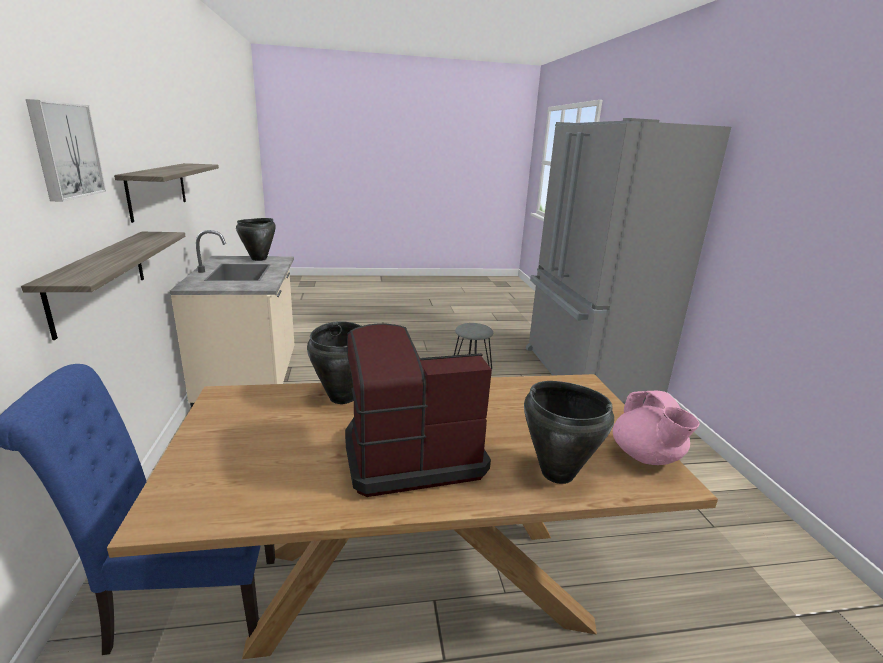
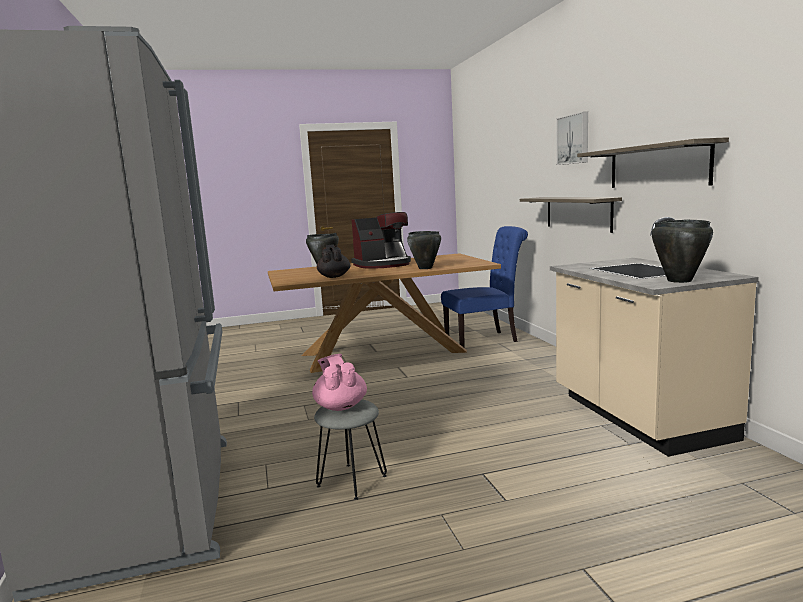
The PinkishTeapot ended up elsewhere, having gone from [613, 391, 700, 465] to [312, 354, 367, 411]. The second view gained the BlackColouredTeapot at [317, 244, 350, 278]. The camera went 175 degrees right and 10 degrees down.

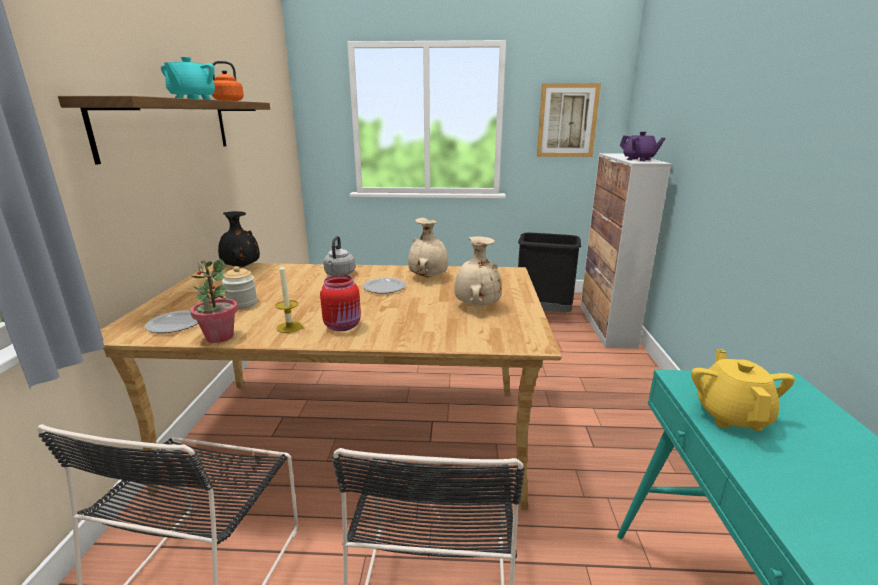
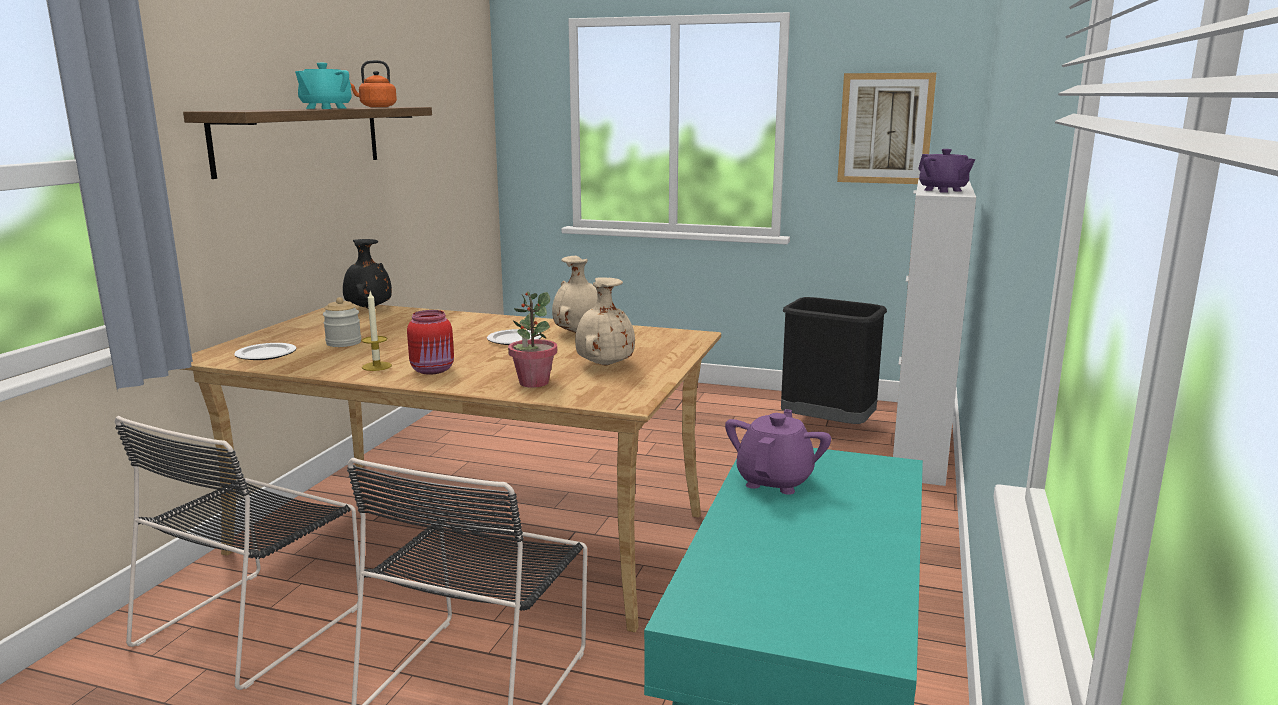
The Houseplant ended up elsewhere, having gone from [190, 259, 238, 343] to [508, 292, 557, 388]. The second view lost the GrayWaterKettle at [323, 236, 355, 276]. What was the YellowTeapot at [691, 349, 795, 431] turned into the PurplishTeapot at [725, 409, 831, 495]. The camera went 15 degrees right and 5 degrees down.

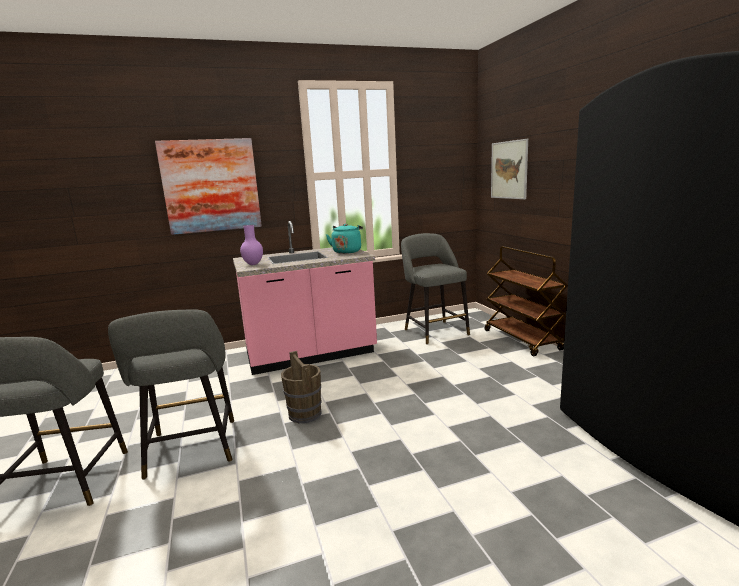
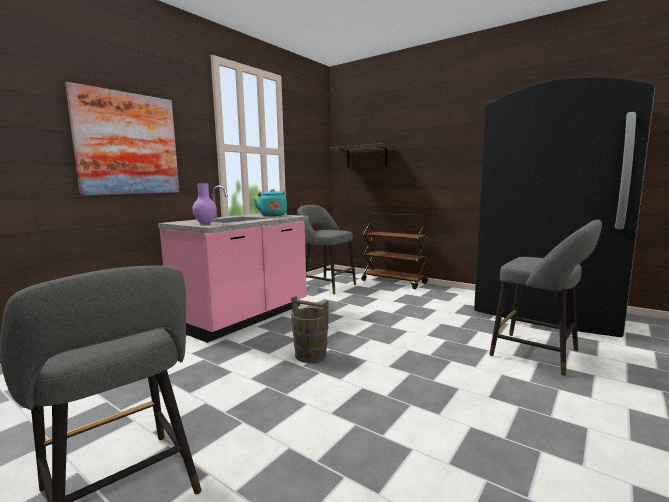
The GrayStool ended up elsewhere, having gone from [108, 309, 234, 480] to [489, 219, 602, 376]. Where the WallPicture hung at [491, 139, 528, 199], the BracketShelf came to hang at [329, 143, 394, 168]. The camera went 35 degrees left and 5 degrees down.

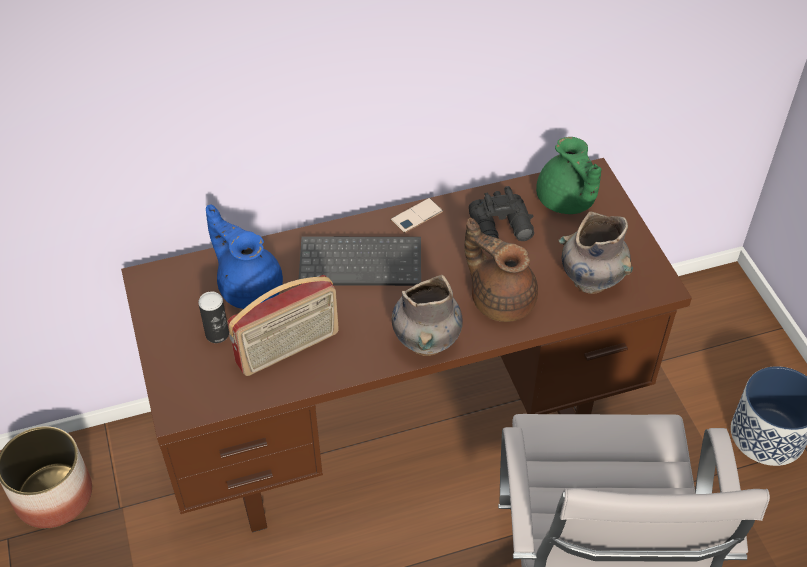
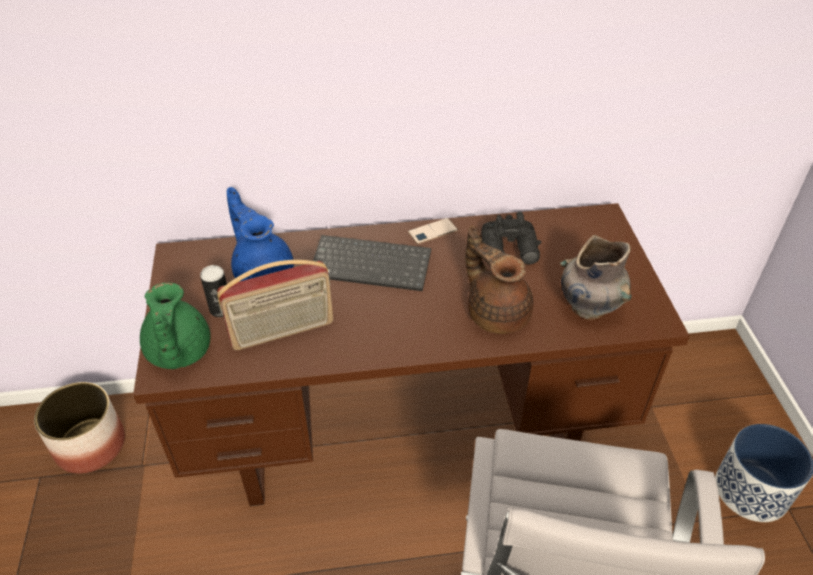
The second view lost the GrayDecorativeVase at [392, 275, 463, 356]. The GreenColouredTeapot ended up elsewhere, having gone from [536, 137, 602, 214] to [140, 283, 210, 369]. The camera went 10 degrees right and 5 degrees down.

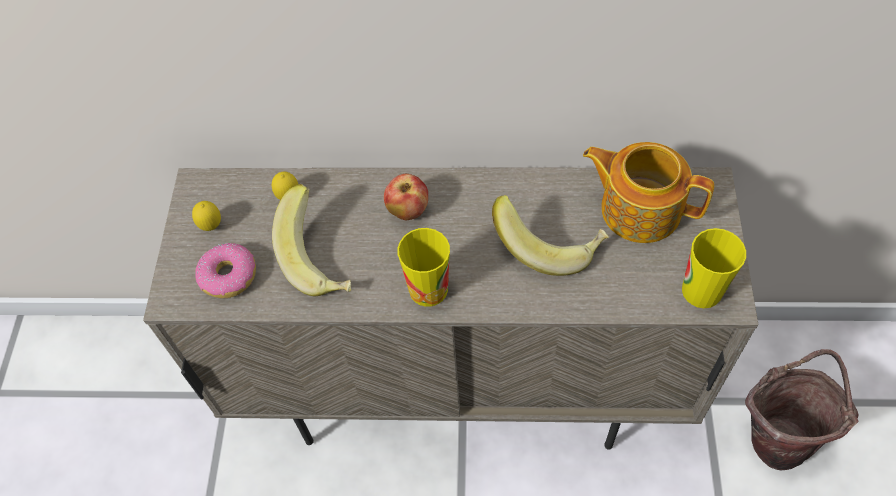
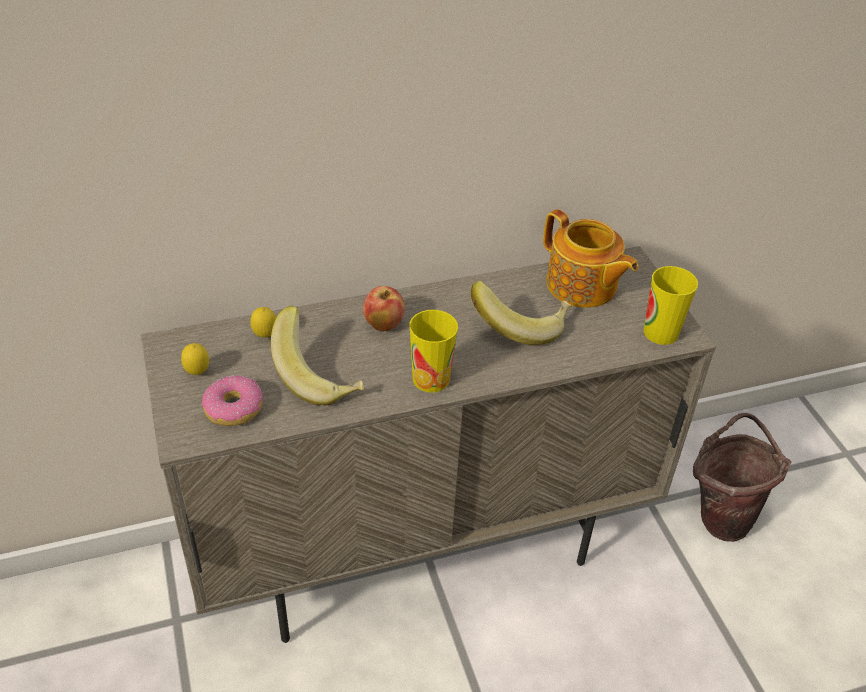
The Teapot at [583, 142, 714, 243] ended up facing another way, 135 degrees counterclockwise from before. The camera went 25 degrees left and 15 degrees down.

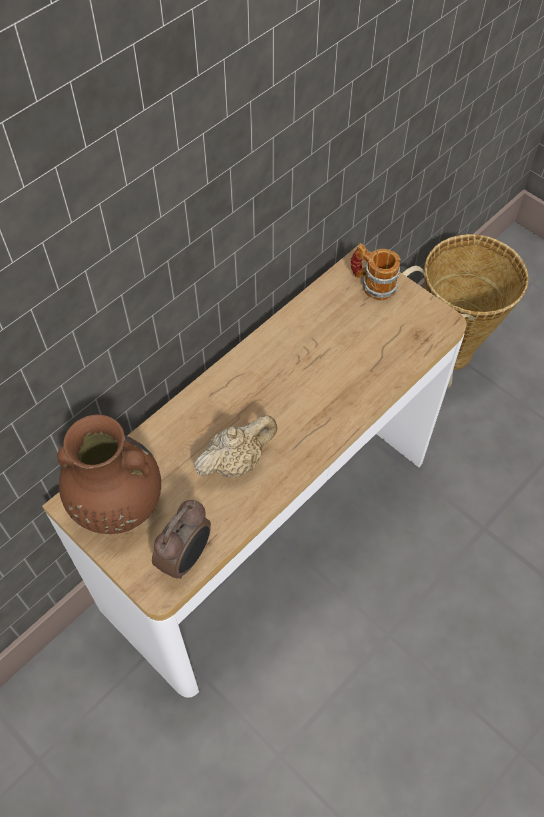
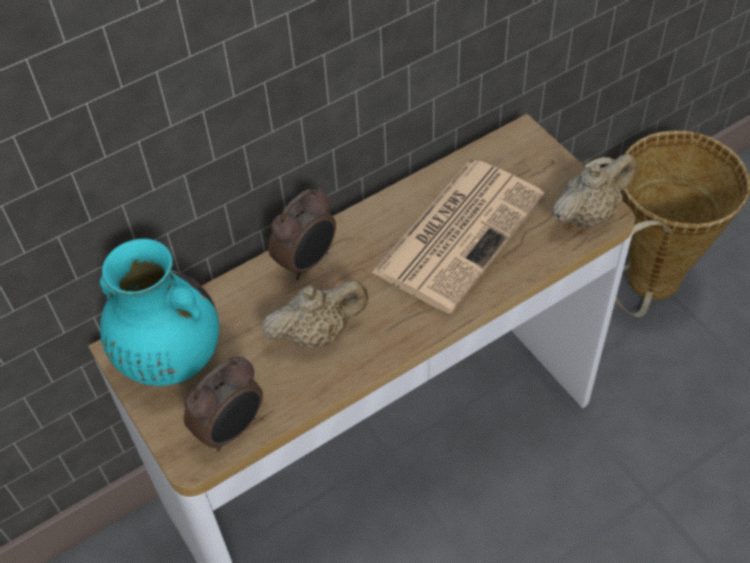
What was the BrownDecorativeVase at [57, 414, 161, 534] turned into the BlueGreenDecorativeVase at [99, 239, 219, 386]. The second view lost the Mug at [350, 243, 400, 300]. The second view gained the BedsideClock at [268, 188, 336, 280]. The second view gained the Newspaper at [372, 160, 545, 313]. The second view gained the SandColouredTeapot at [552, 153, 637, 227]. The camera went 15 degrees right and 5 degrees down.

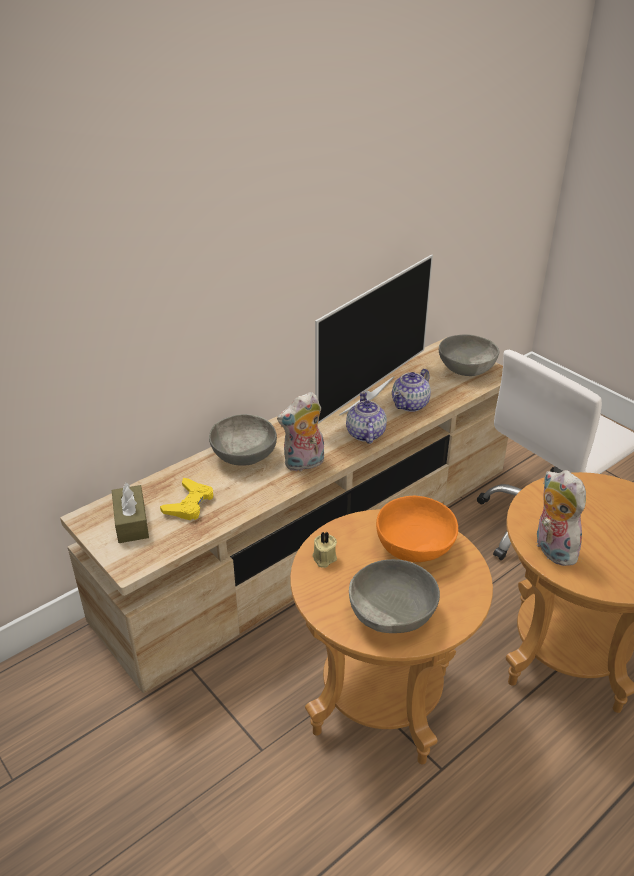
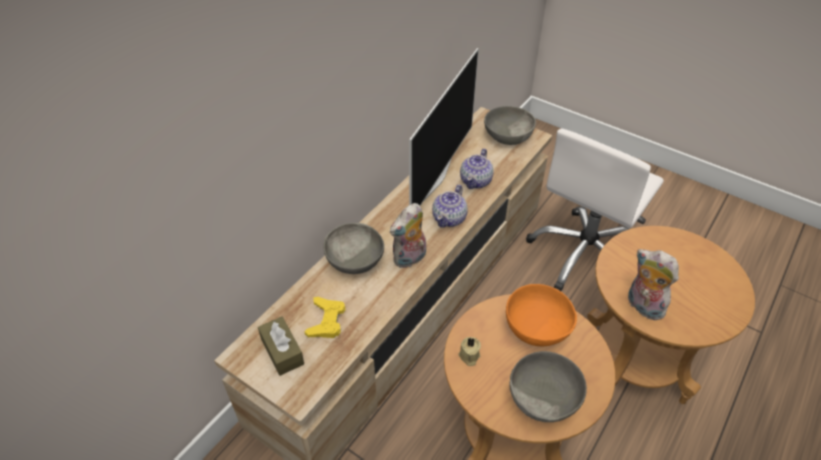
The Teapot at [346, 391, 387, 444] ended up facing another way, 135 degrees counterclockwise from before. The camera went 15 degrees left and 10 degrees up.

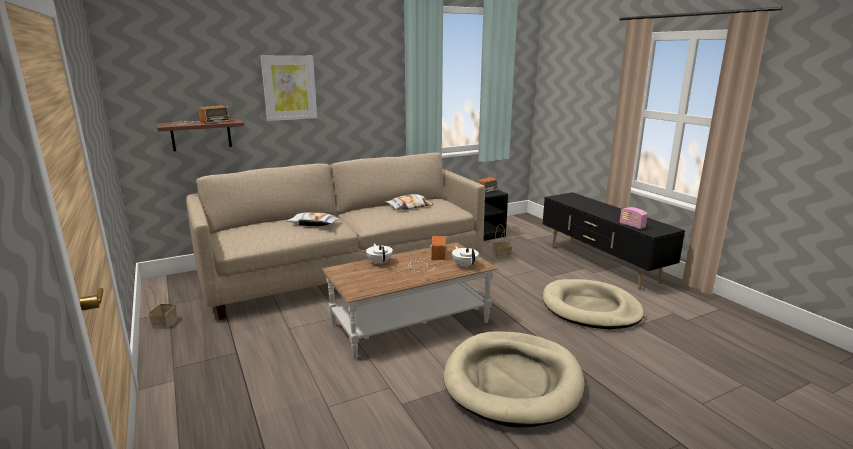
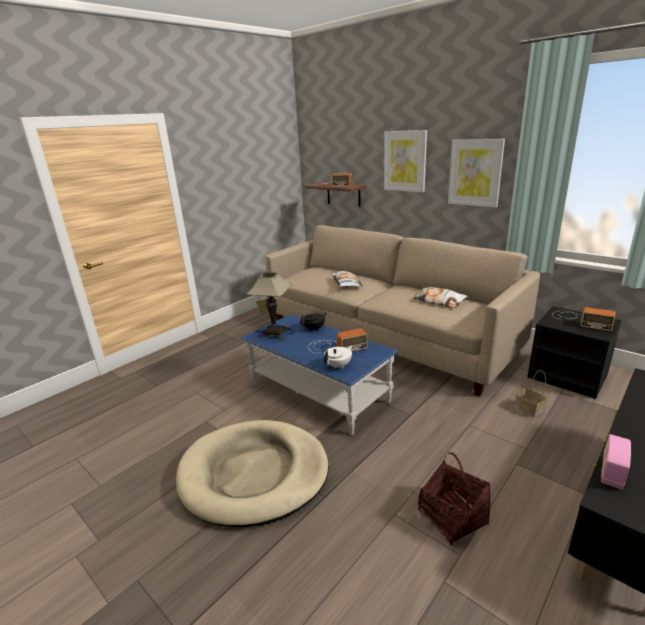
What was the BrownLowTable at [322, 243, 498, 360] turned into the BluishLowTable at [241, 314, 399, 436]. What was the WhitishTeapot at [366, 243, 393, 265] turned into the BlackColouredTeapot at [300, 313, 327, 331]. Where the SandColouredPetBed stood at [543, 279, 644, 329], the HouseholdBasket came to stand at [418, 452, 491, 546]. The second view gained the TabletopLamp at [247, 272, 292, 340]. The second view gained the WallPicture at [448, 139, 505, 207]. The camera went 70 degrees right and 5 degrees up.

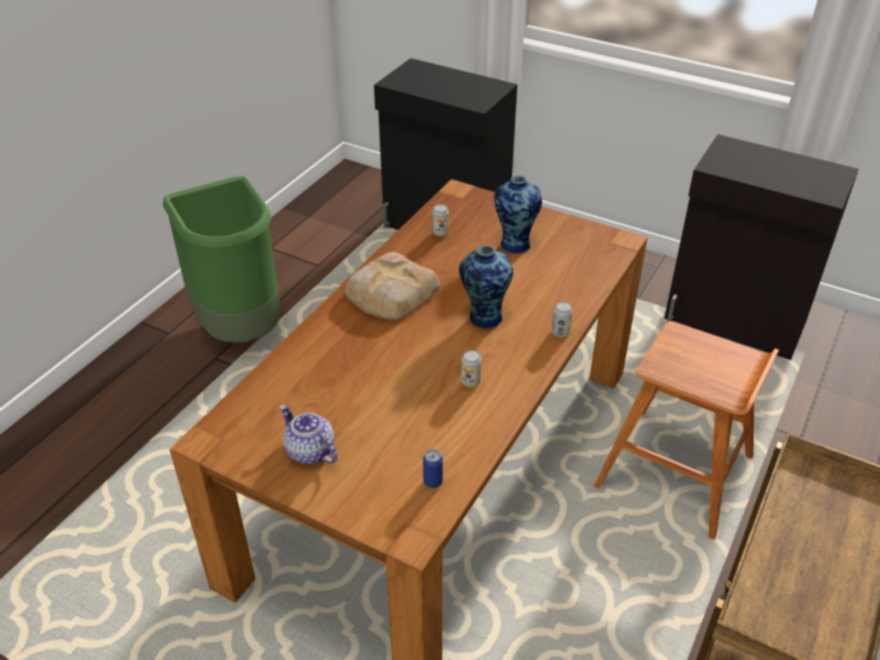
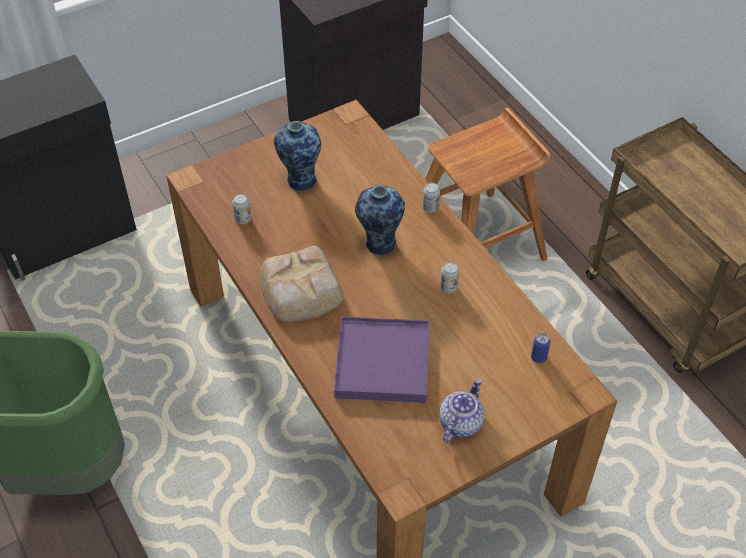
The Teapot at [280, 405, 338, 464] ended up facing another way, 135 degrees clockwise from before. The second view gained the PurplishServingTray at [334, 317, 429, 403]. The camera went 60 degrees left and 10 degrees up.

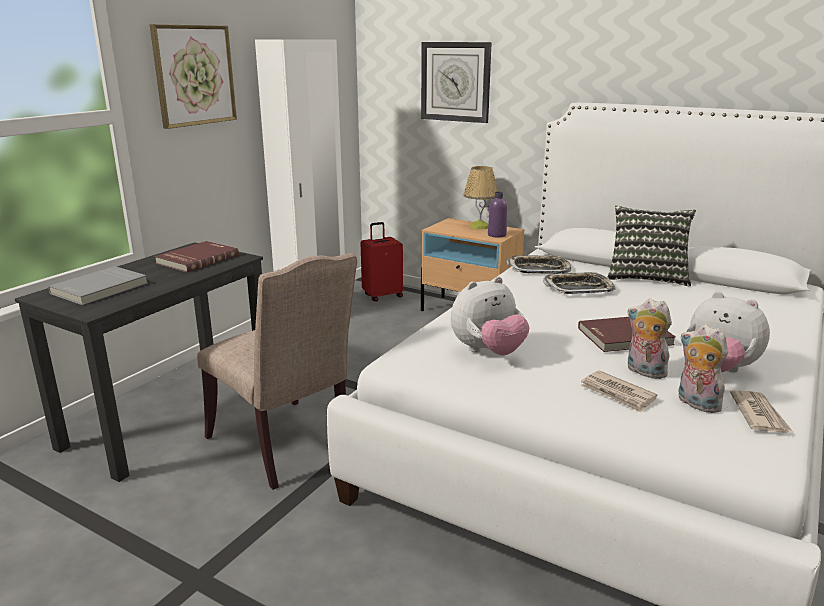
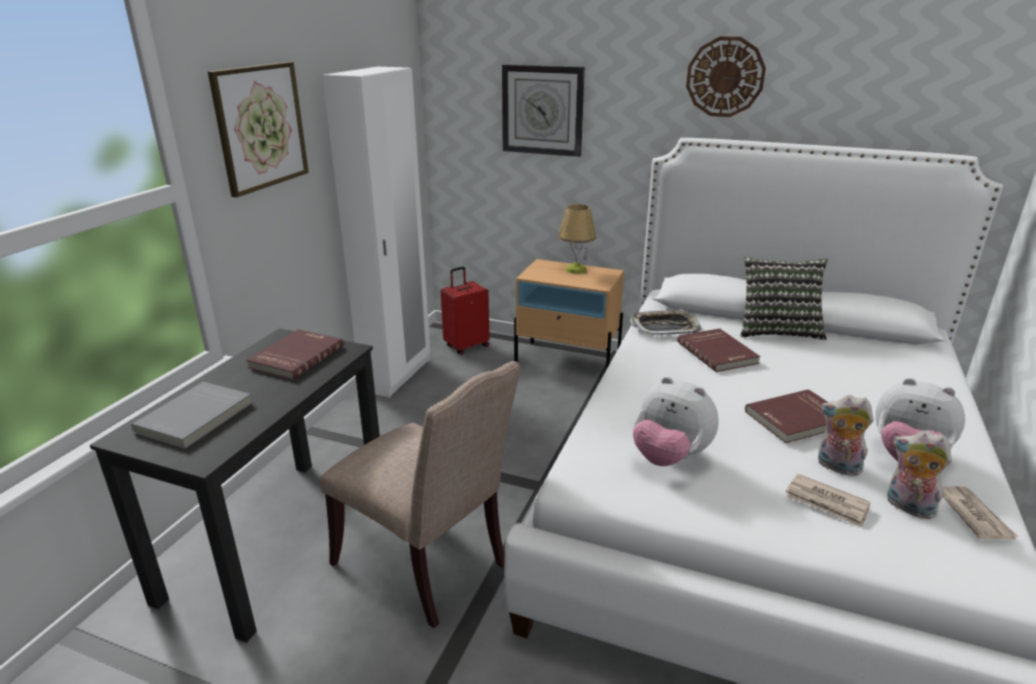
The PlushToy at [451, 277, 529, 356] ended up facing another way, 75 degrees clockwise from before. The second view lost the PurplishDrinkBottle at [488, 192, 507, 238]. Where the ServingTray stood at [543, 272, 616, 294], the RedColouredBook came to stand at [677, 328, 760, 372]. The second view gained the ClockOnTheWall at [686, 36, 766, 117]. The camera went 10 degrees left and 5 degrees up.

